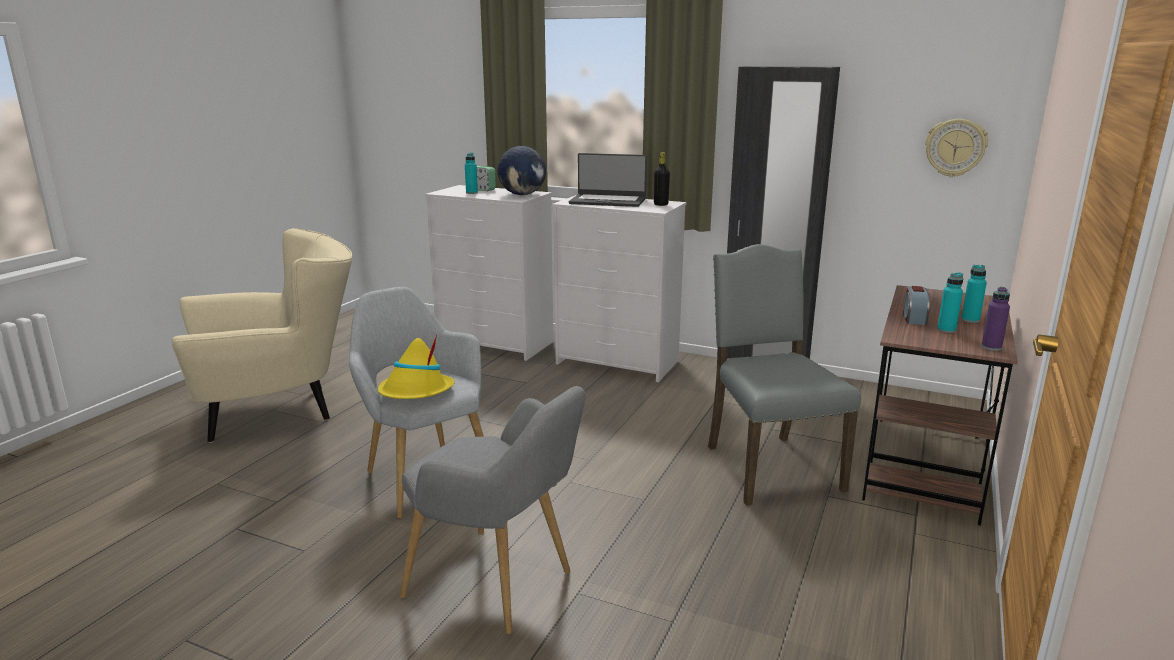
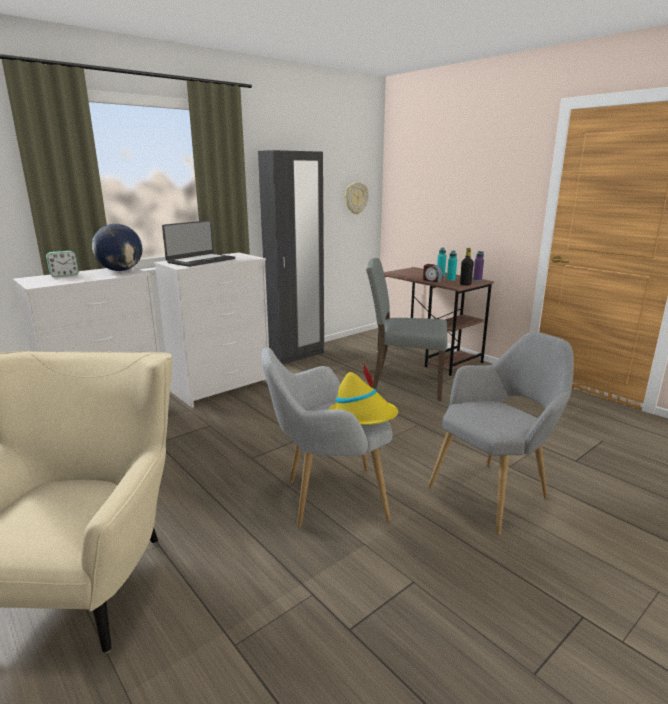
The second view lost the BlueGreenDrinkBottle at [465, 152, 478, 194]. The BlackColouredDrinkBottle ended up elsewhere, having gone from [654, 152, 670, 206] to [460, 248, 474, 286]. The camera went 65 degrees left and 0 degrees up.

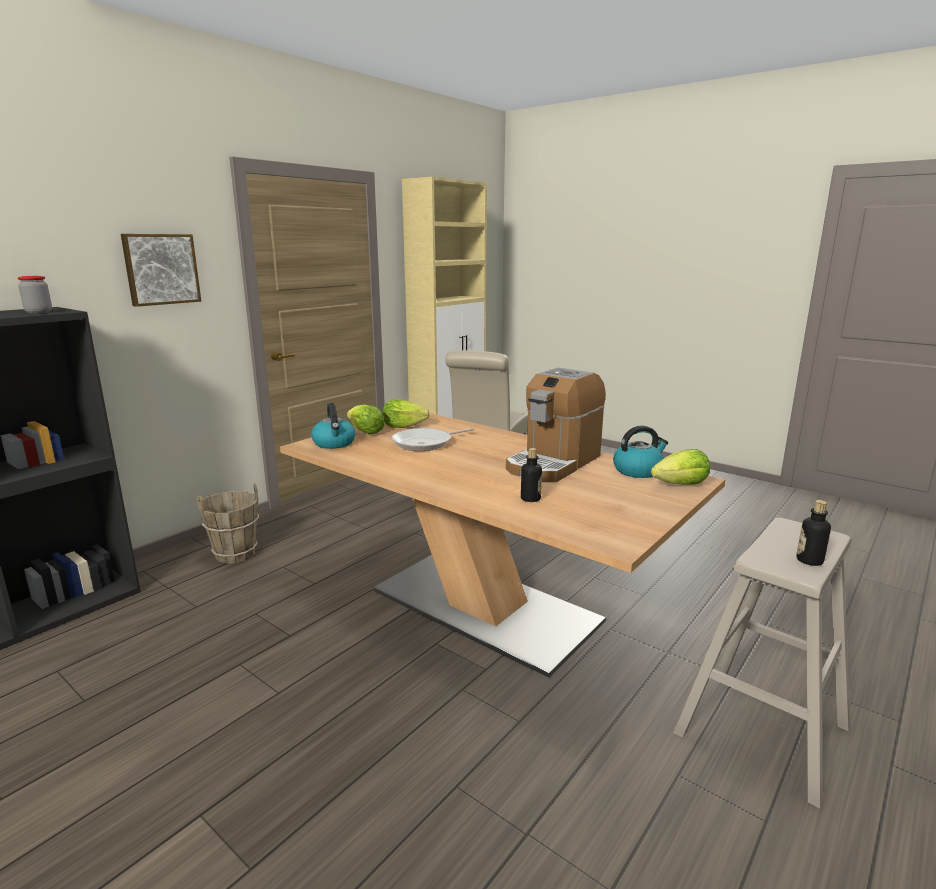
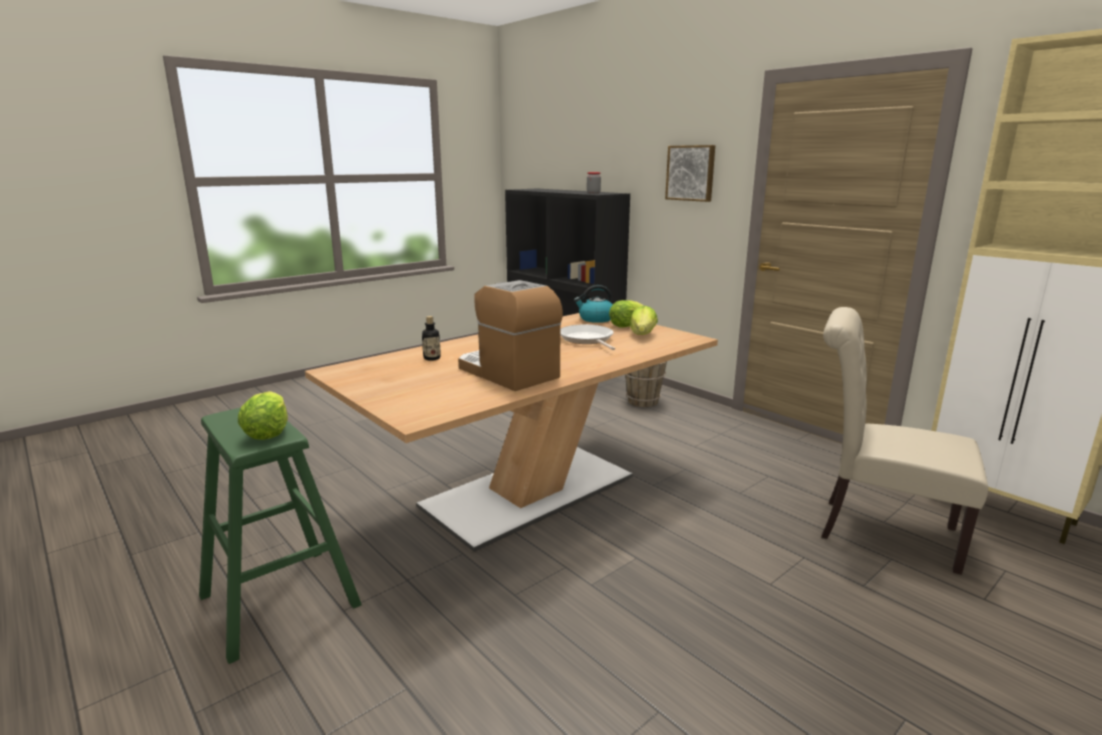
The second view lost the WaterKettle at [613, 426, 668, 478]. The LettuceHead ended up elsewhere, having gone from [651, 449, 710, 485] to [238, 391, 288, 440]. What was the SandColouredStool at [673, 518, 851, 809] turned into the GreenColouredStool at [199, 408, 362, 664]. The second view lost the DrinkBottle at [796, 500, 831, 566]. The camera went 100 degrees right and 0 degrees up.

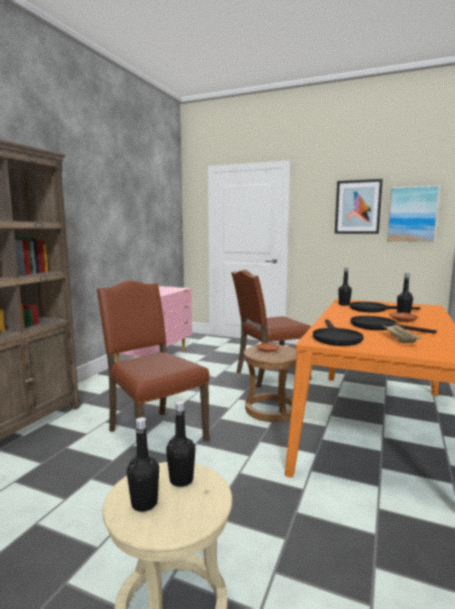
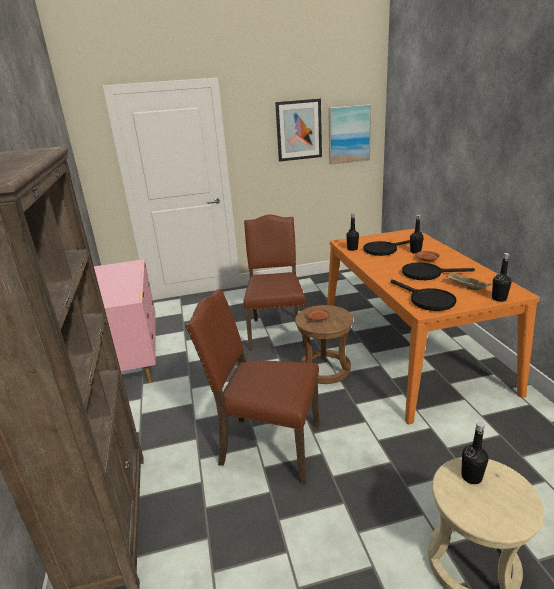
The BlackColouredDrinkBottle ended up elsewhere, having gone from [127, 417, 159, 512] to [492, 253, 512, 302]. The BrownPlainChair at [231, 269, 311, 388] ended up facing another way, 150 degrees clockwise from before. The camera went 35 degrees left and 15 degrees up.

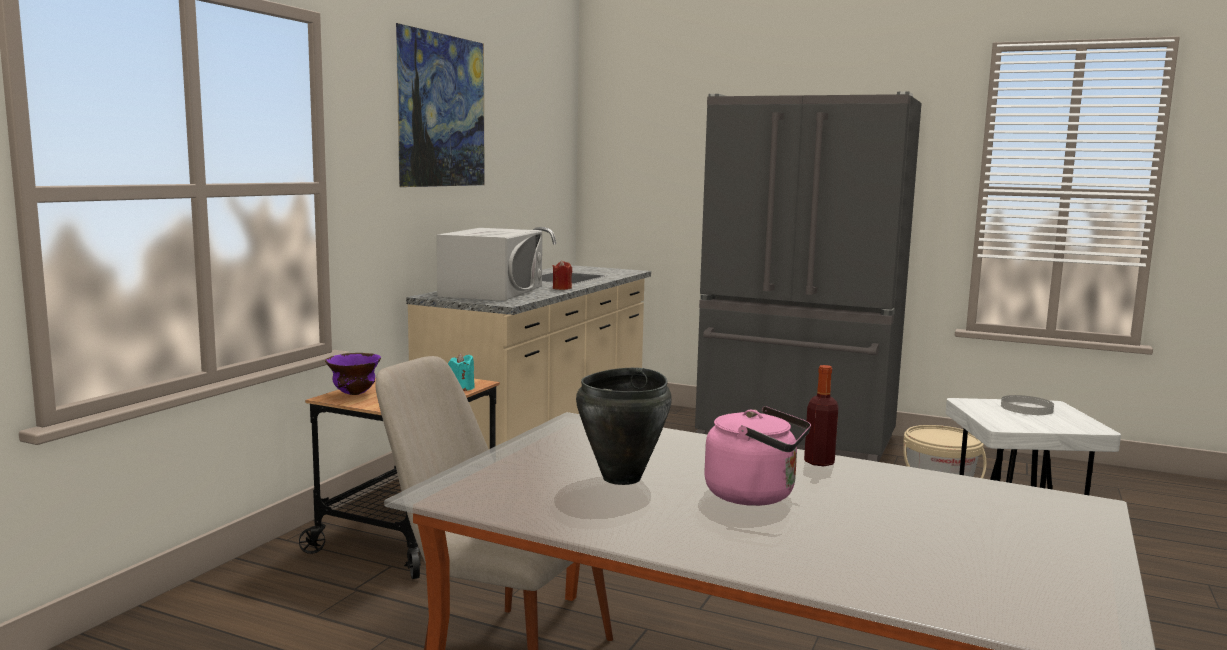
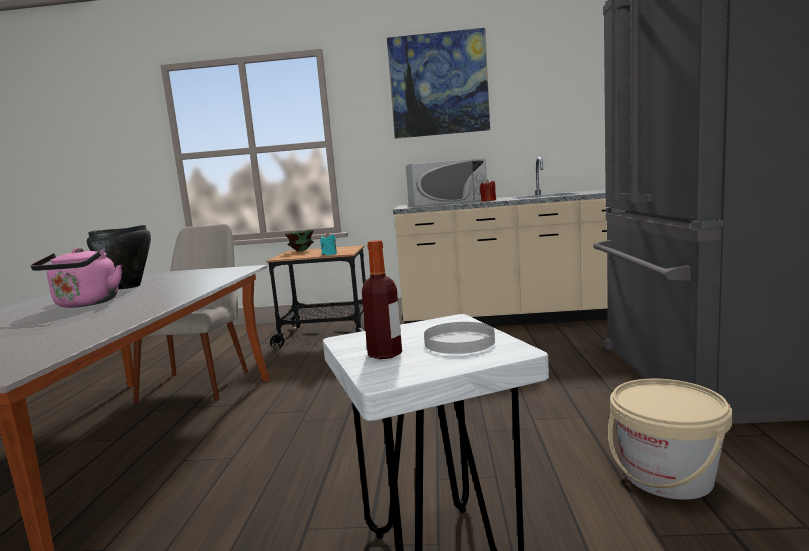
What was the PurplishDeepDish at [325, 353, 381, 395] turned into the GreenColouredDeepDish at [285, 230, 314, 251]. The DrinkBottle ended up elsewhere, having gone from [804, 365, 839, 466] to [362, 240, 402, 359]. The camera went 70 degrees right and 0 degrees up.

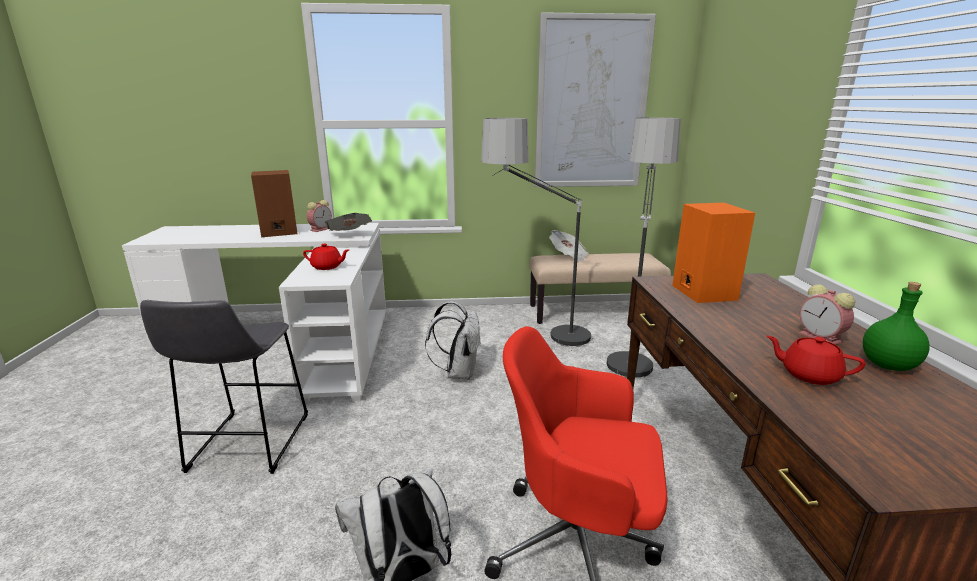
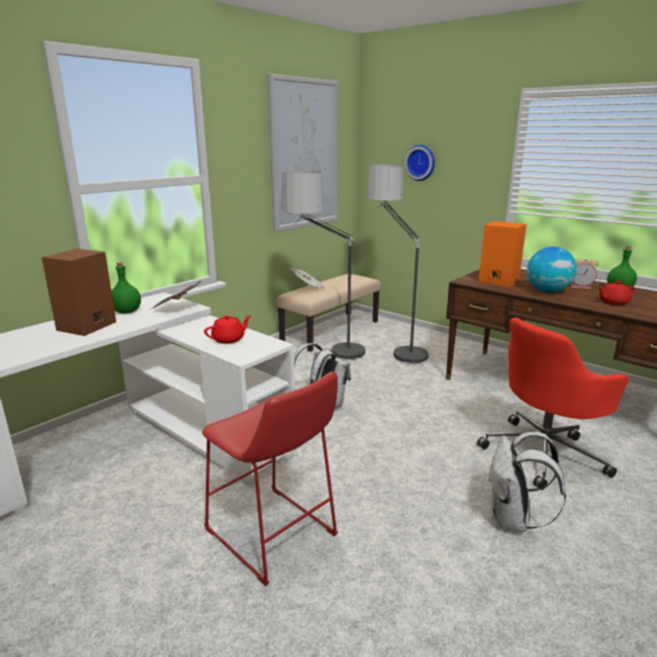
What was the GrayStool at [140, 300, 308, 474] turned into the RedColouredStool at [202, 372, 338, 586]. Where the BedsideClock stood at [307, 200, 332, 232], the GreenColouredDrinkBottle came to stand at [111, 262, 141, 314]. The second view gained the ClockOnTheWall at [405, 145, 435, 181]. The second view gained the WorldGlobe at [527, 247, 577, 293]. The camera went 45 degrees left and 0 degrees up.

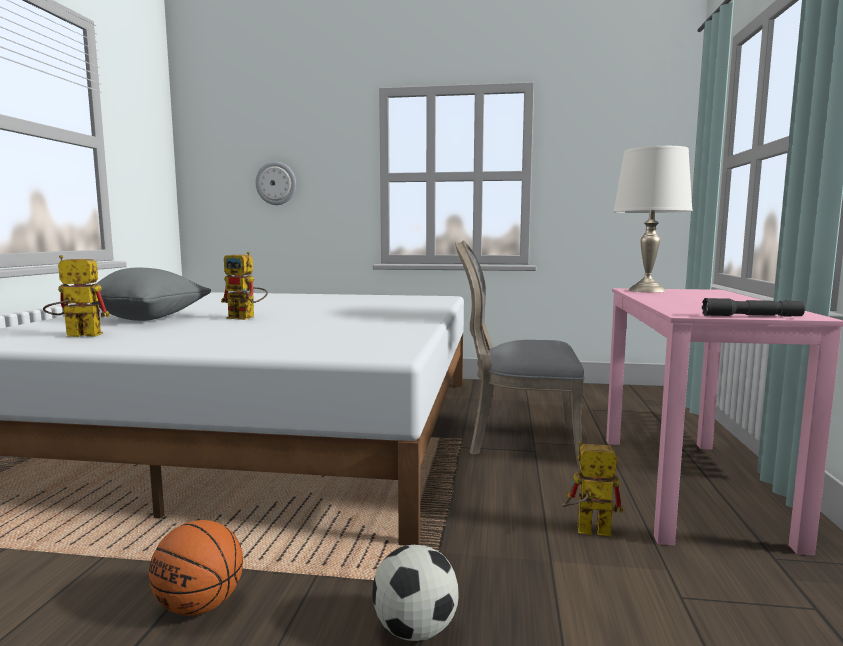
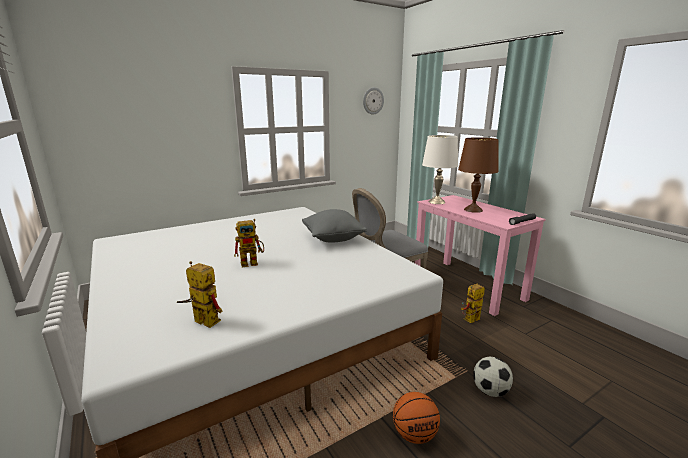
The ToyRobot at [43, 255, 110, 337] ended up facing another way, 75 degrees clockwise from before. The GrayPillow ended up elsewhere, having gone from [91, 268, 211, 321] to [302, 209, 367, 243]. The ClockOnTheWall ended up elsewhere, having gone from [255, 161, 296, 205] to [363, 87, 384, 115]. The second view gained the BrownTabletopLamp at [458, 138, 499, 213]. The camera went 40 degrees left and 10 degrees up.

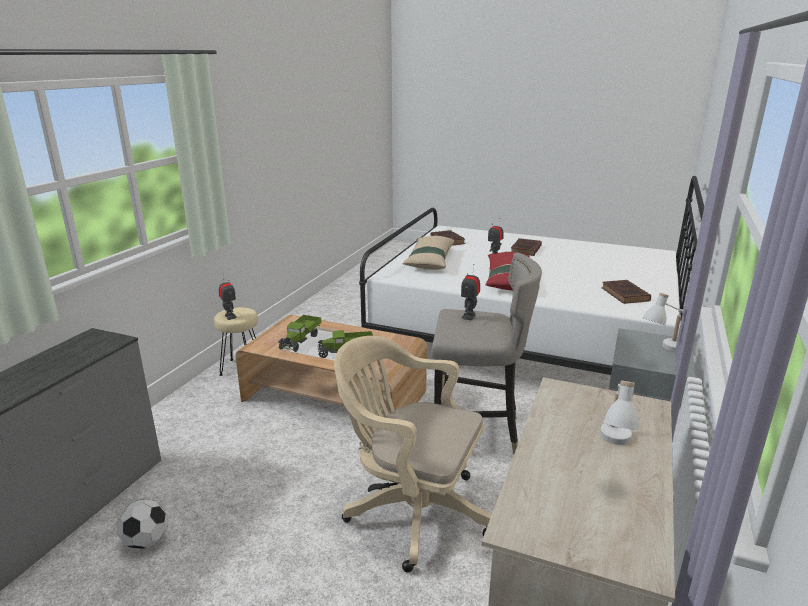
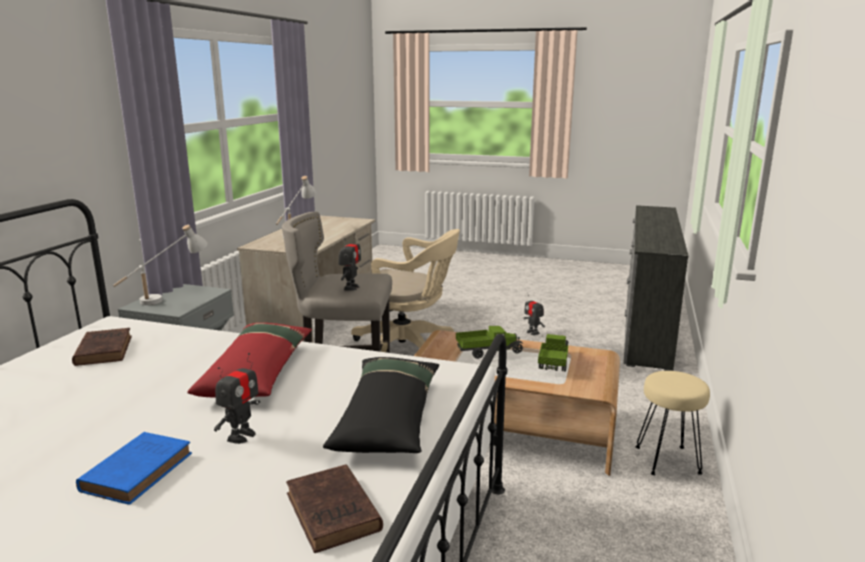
The second view lost the BallForFootball at [117, 499, 168, 549]. The ToyRobot ended up elsewhere, having gone from [219, 275, 237, 320] to [523, 294, 545, 335]. What was the SandColouredPillow at [403, 236, 455, 270] turned into the BlackColouredPillow at [323, 357, 439, 453]. What was the BrownBook at [511, 238, 542, 256] turned into the BluishBook at [76, 432, 192, 505]. The camera went 175 degrees right and 5 degrees down.

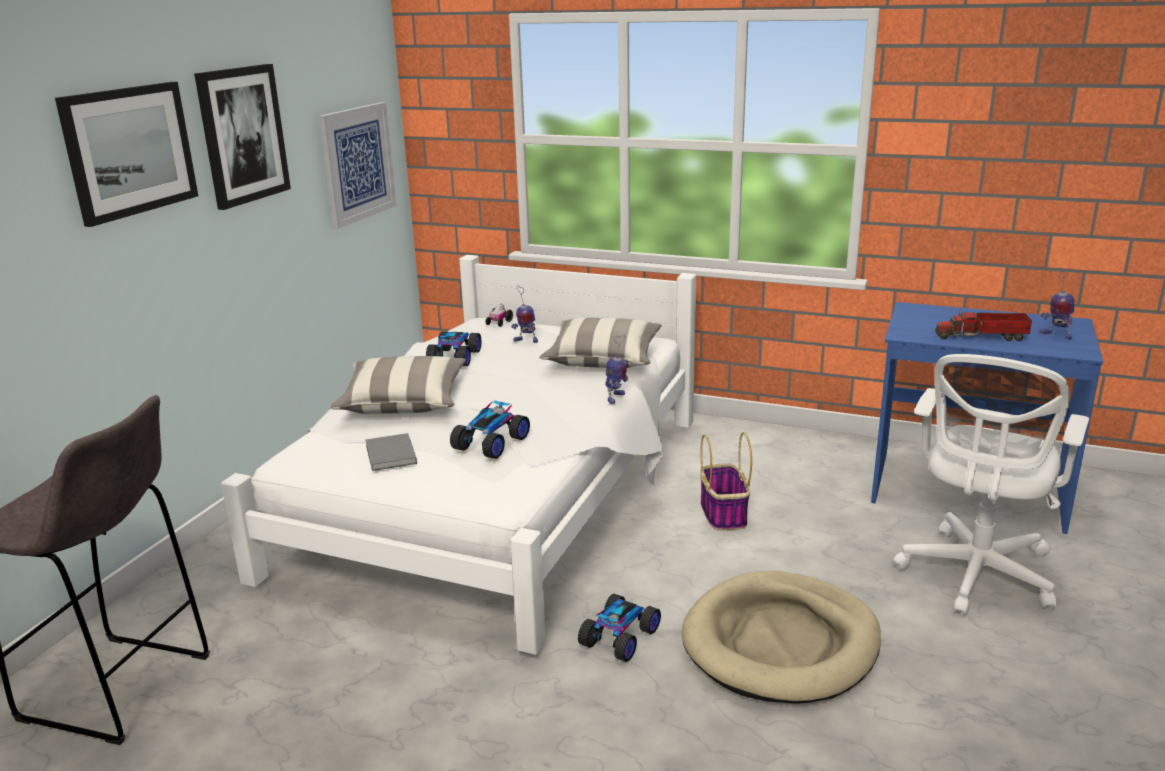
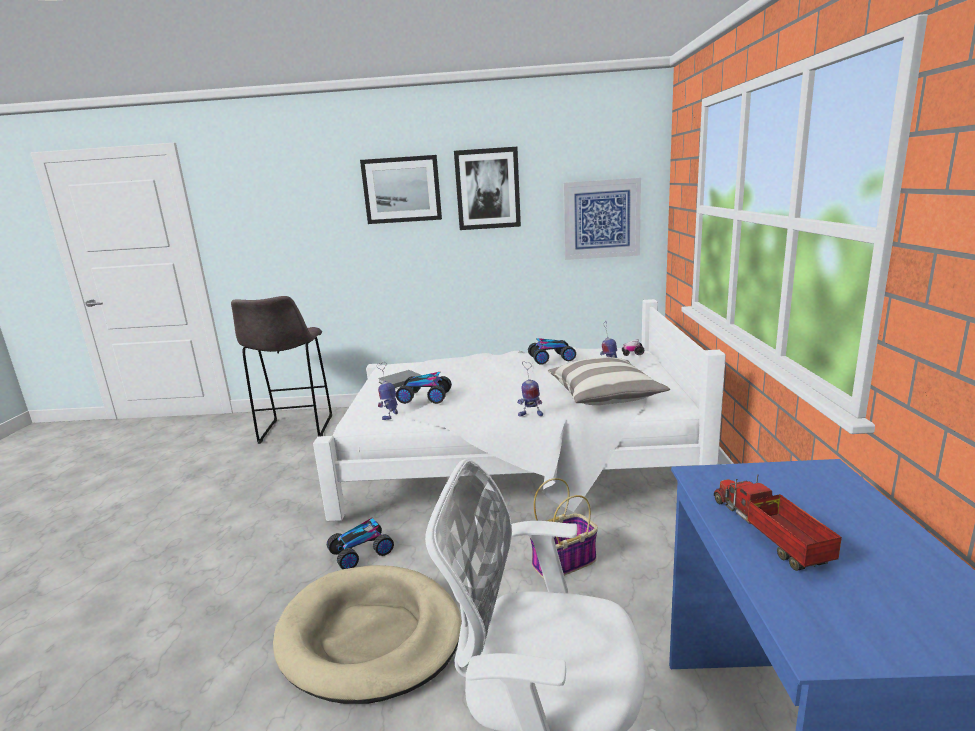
The second view lost the Pillow at [329, 356, 466, 414]. The ToyCar at [578, 594, 661, 662] ended up facing another way, 135 degrees clockwise from before. The ToyRobot ended up elsewhere, having gone from [1039, 267, 1074, 340] to [377, 362, 398, 420]. The camera went 70 degrees right and 5 degrees down.

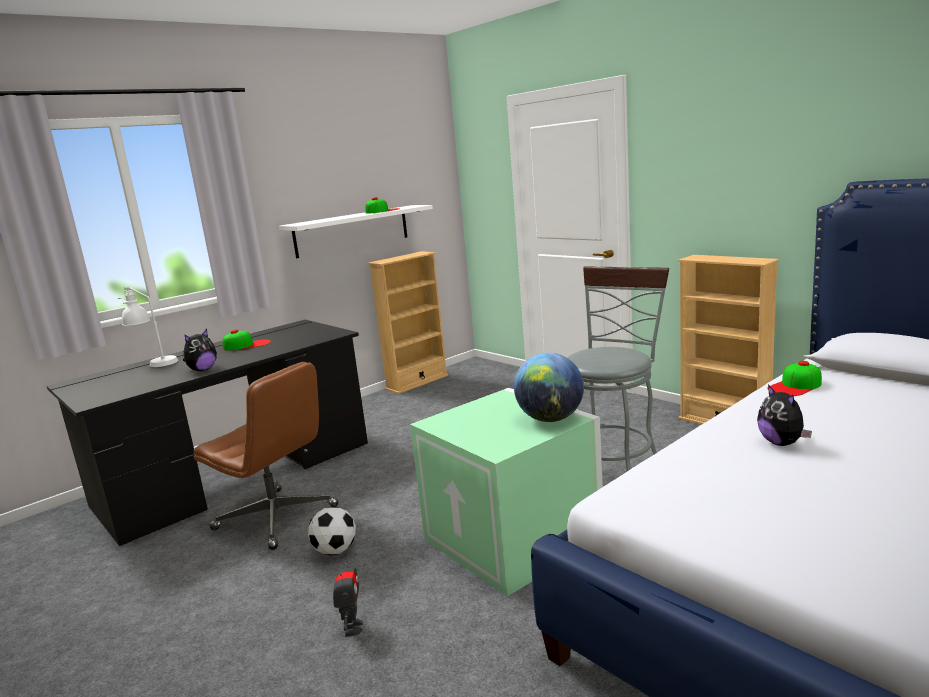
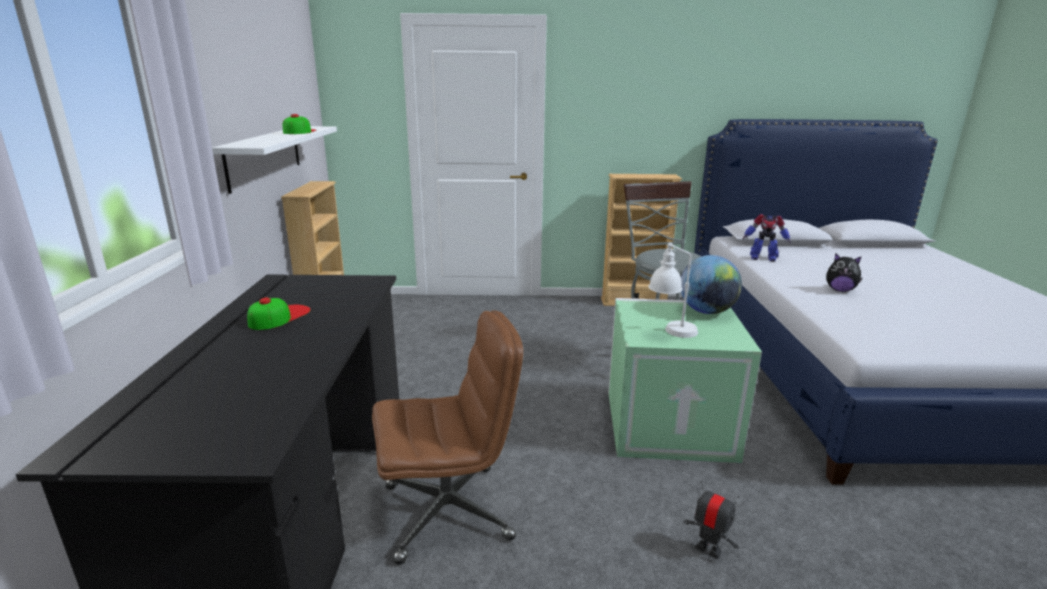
The WhitishTabletopLamp ended up elsewhere, having gone from [118, 286, 178, 367] to [648, 243, 698, 338]. The second view lost the PlushToy at [183, 329, 217, 371]. The second view lost the BallForFootball at [308, 506, 356, 556]. Where the PeakedCap stood at [767, 361, 822, 396], the ToyRobot came to stand at [742, 214, 791, 261]. The camera went 50 degrees left and 5 degrees up.

